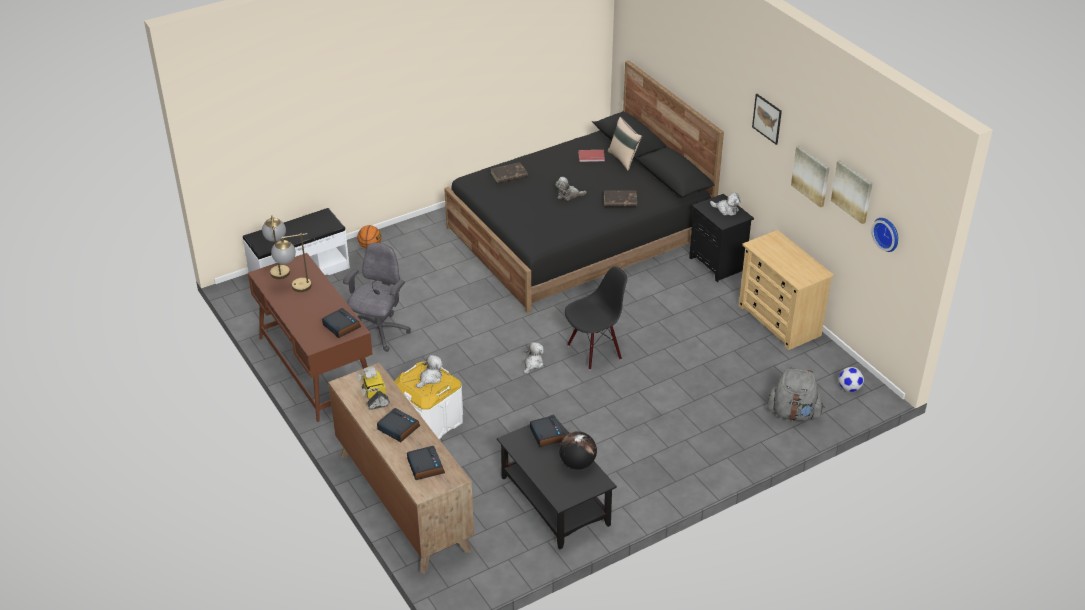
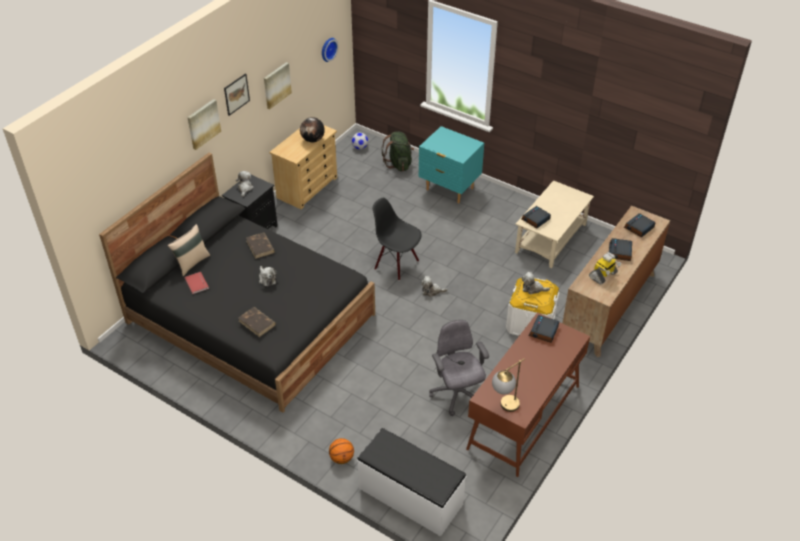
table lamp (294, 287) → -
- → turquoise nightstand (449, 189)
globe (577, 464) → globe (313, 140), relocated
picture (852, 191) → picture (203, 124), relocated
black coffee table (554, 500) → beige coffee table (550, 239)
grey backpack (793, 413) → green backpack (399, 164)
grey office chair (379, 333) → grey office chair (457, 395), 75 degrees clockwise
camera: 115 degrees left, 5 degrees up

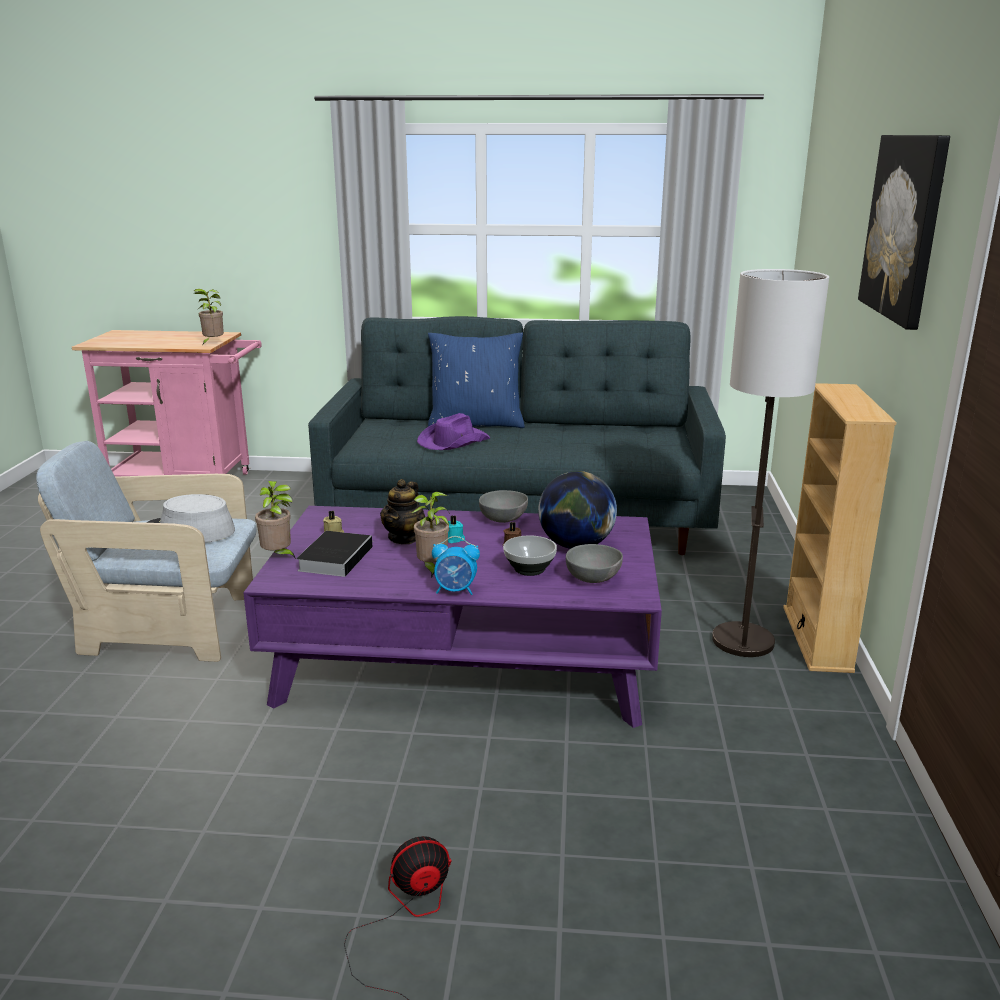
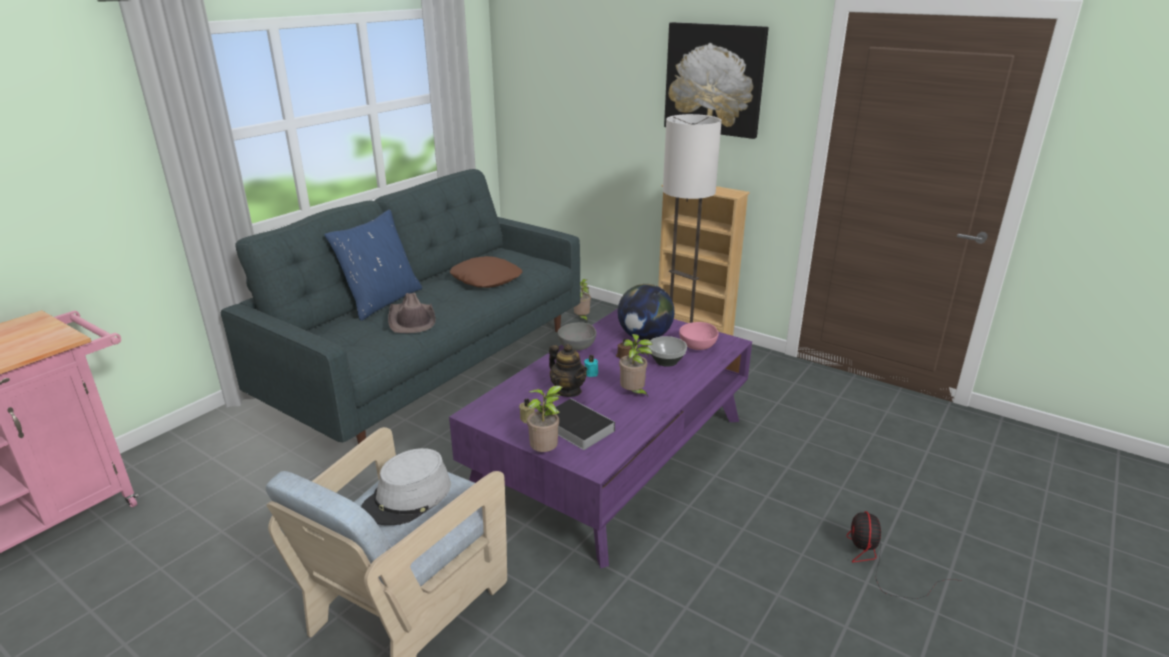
alarm clock (456, 591) → -
- → brown pillow (487, 279)
potted plant (212, 343) → potted plant (582, 318), relocated
purple hat (453, 441) → brown hat (412, 320)
grey bowl (594, 579) → pink bowl (698, 346)
camera: 60 degrees left, 5 degrees up

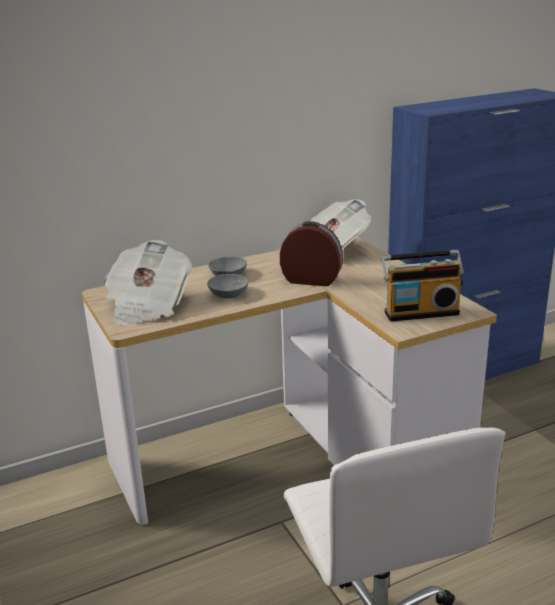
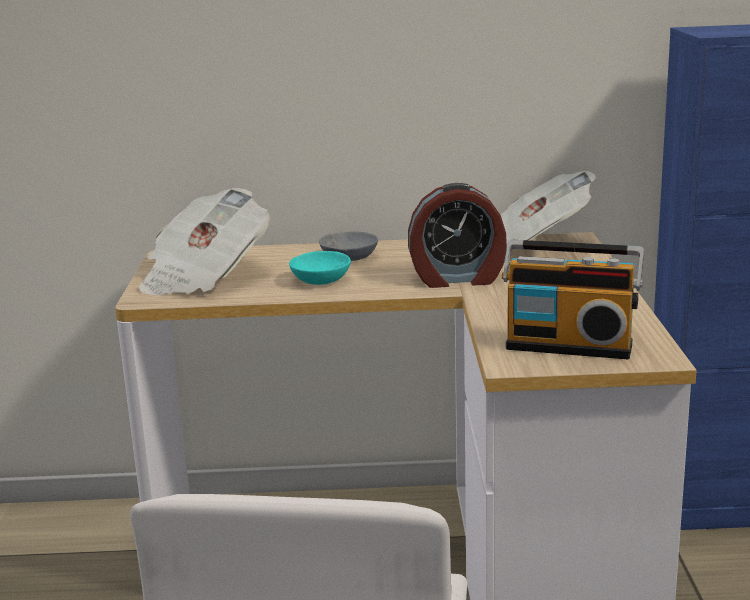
grey bowl (227, 294) → turquoise bowl (318, 279)
alarm clock (312, 279) → alarm clock (457, 279), 135 degrees clockwise
camera: 25 degrees right, 5 degrees down

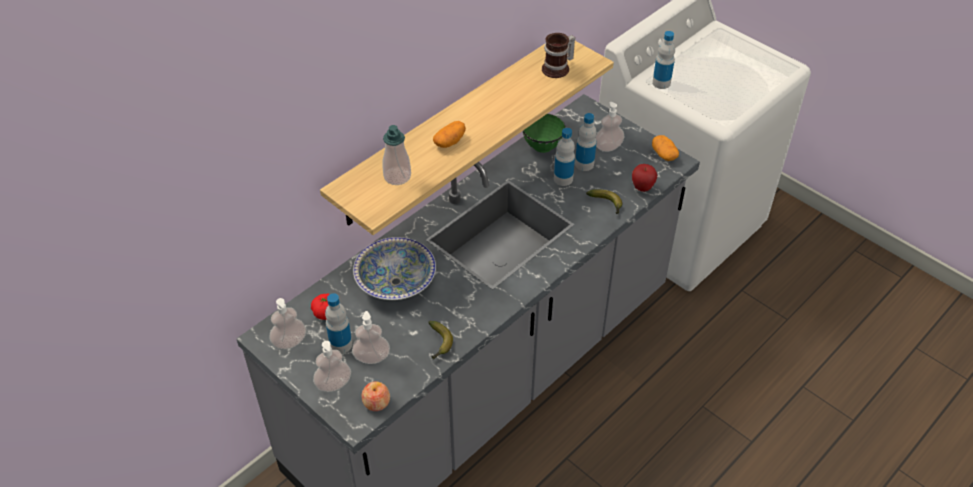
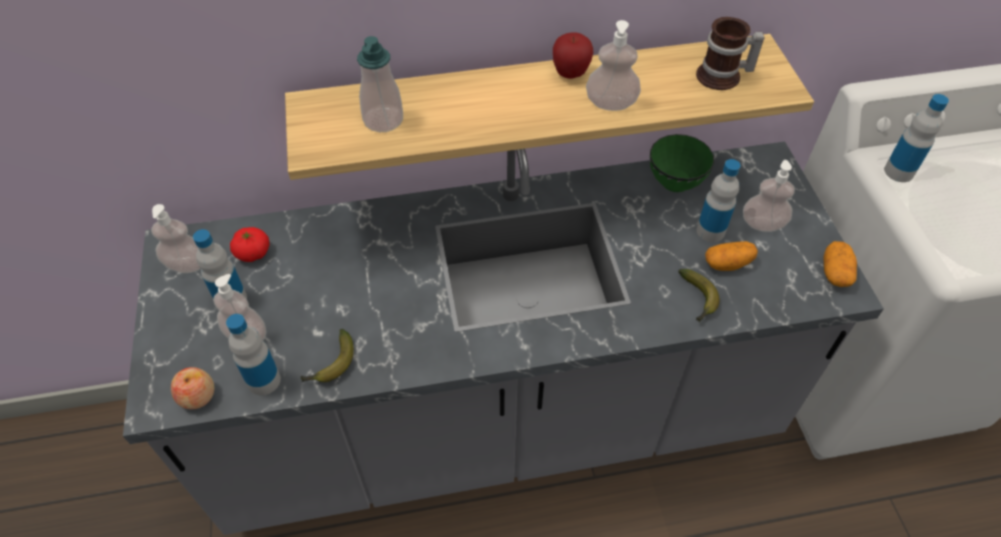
bowl (395, 282) → -
soap dispenser (333, 384) → soap dispenser (610, 103), relocated
potato (450, 141) → potato (728, 263), relocated
bottle (563, 179) → bottle (264, 380), relocated
apple (642, 188) → apple (570, 74), relocated
camera: 35 degrees right, 5 degrees up

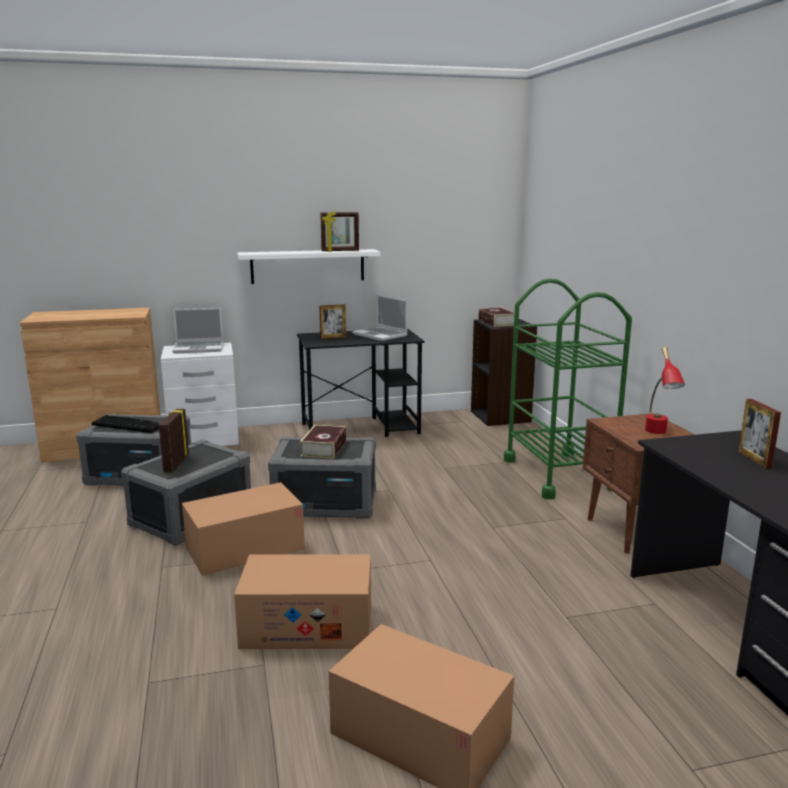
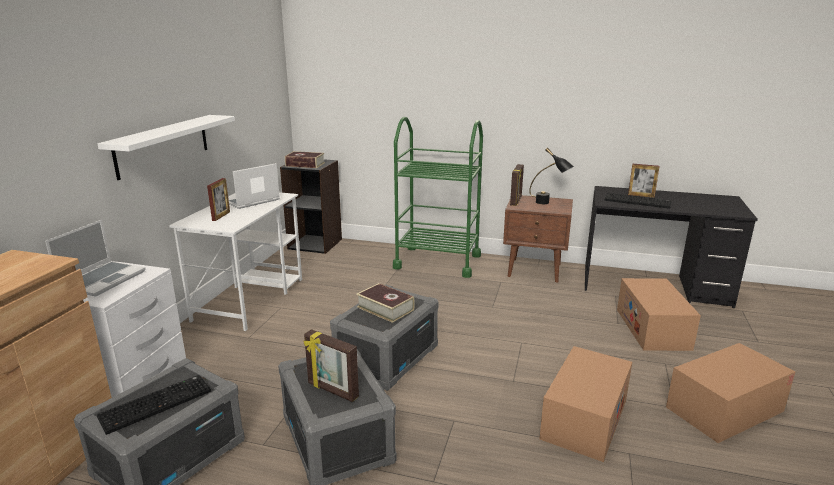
- → keyboard (638, 201)
cardboard box (245, 548) → cardboard box (652, 329), relocated
picture frame (340, 251) → picture frame (516, 201), relocated
black desk (361, 428) → white desk (250, 299)
red table lamp (659, 434) → black table lamp (548, 203)
laptop (381, 335) → laptop (250, 201), 150 degrees clockwise
camera: 60 degrees left, 5 degrees up

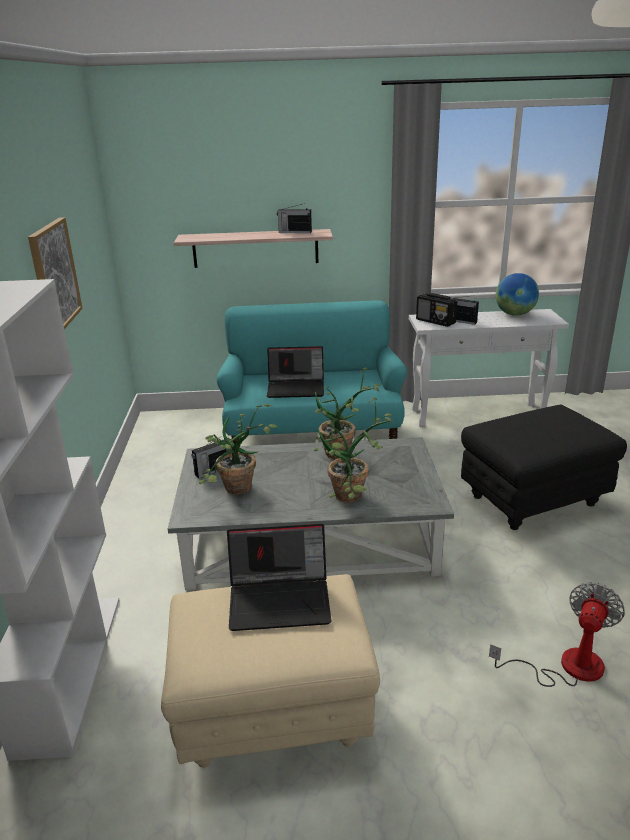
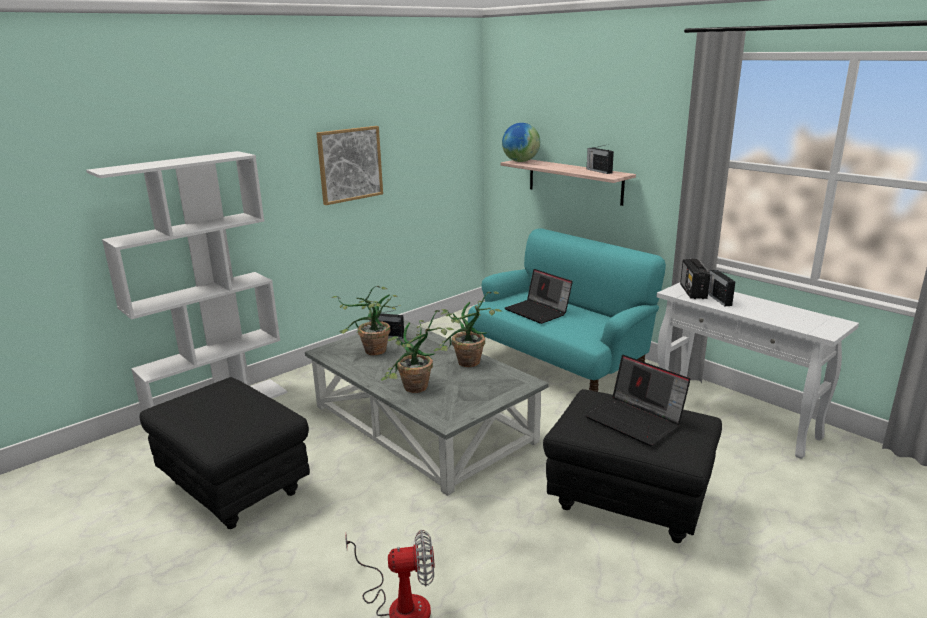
laptop (281, 600) → laptop (636, 420), relocated
globe (514, 314) → globe (520, 161), relocated
beige ottoman (274, 713) → black ottoman (236, 488)
camera: 50 degrees right, 5 degrees down

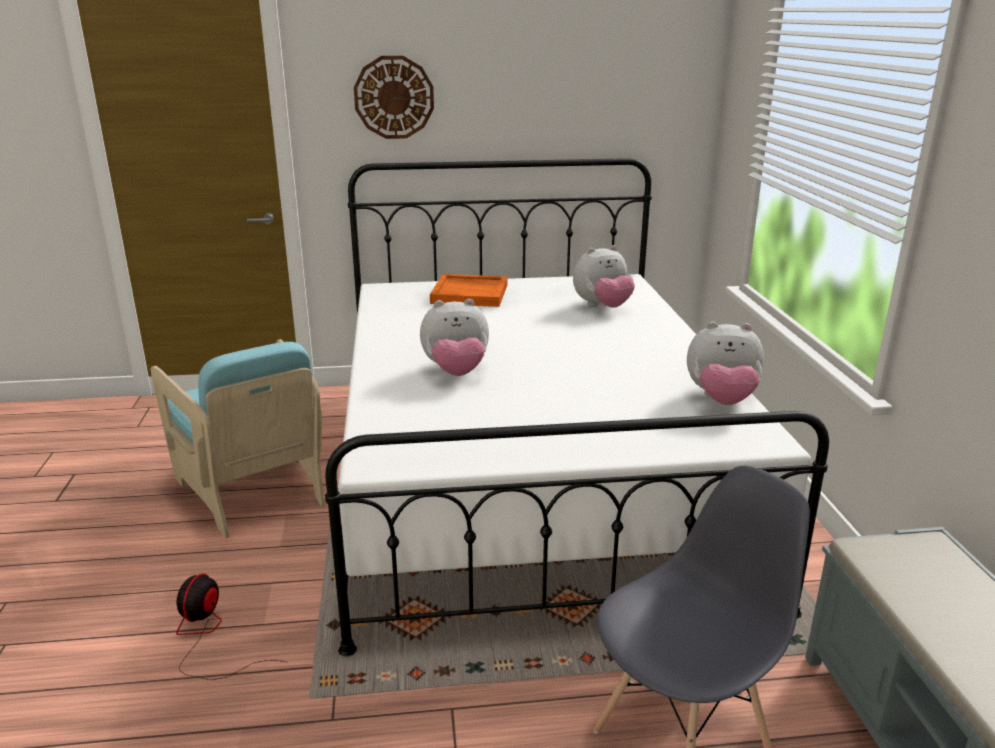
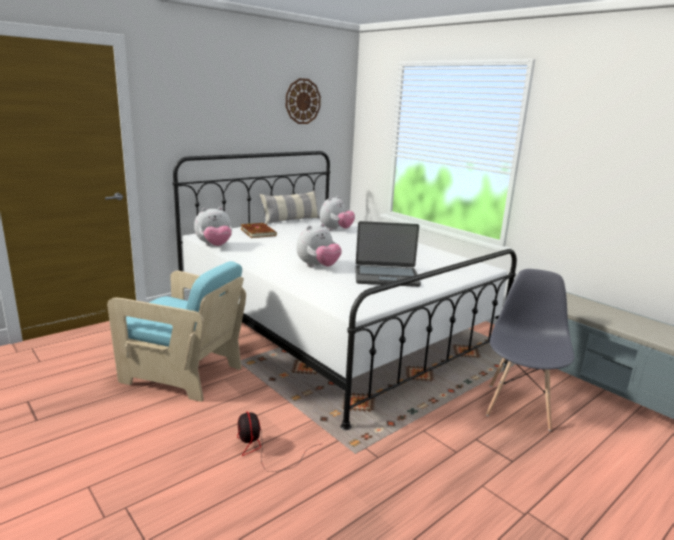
- → pillow (291, 220)
- → laptop (386, 276)
wall clock (394, 97) → wall clock (302, 101), relocated
plush toy (721, 400) → plush toy (214, 246), relocated
orange tray (470, 294) → brown book (258, 232)
camera: 35 degrees left, 5 degrees down

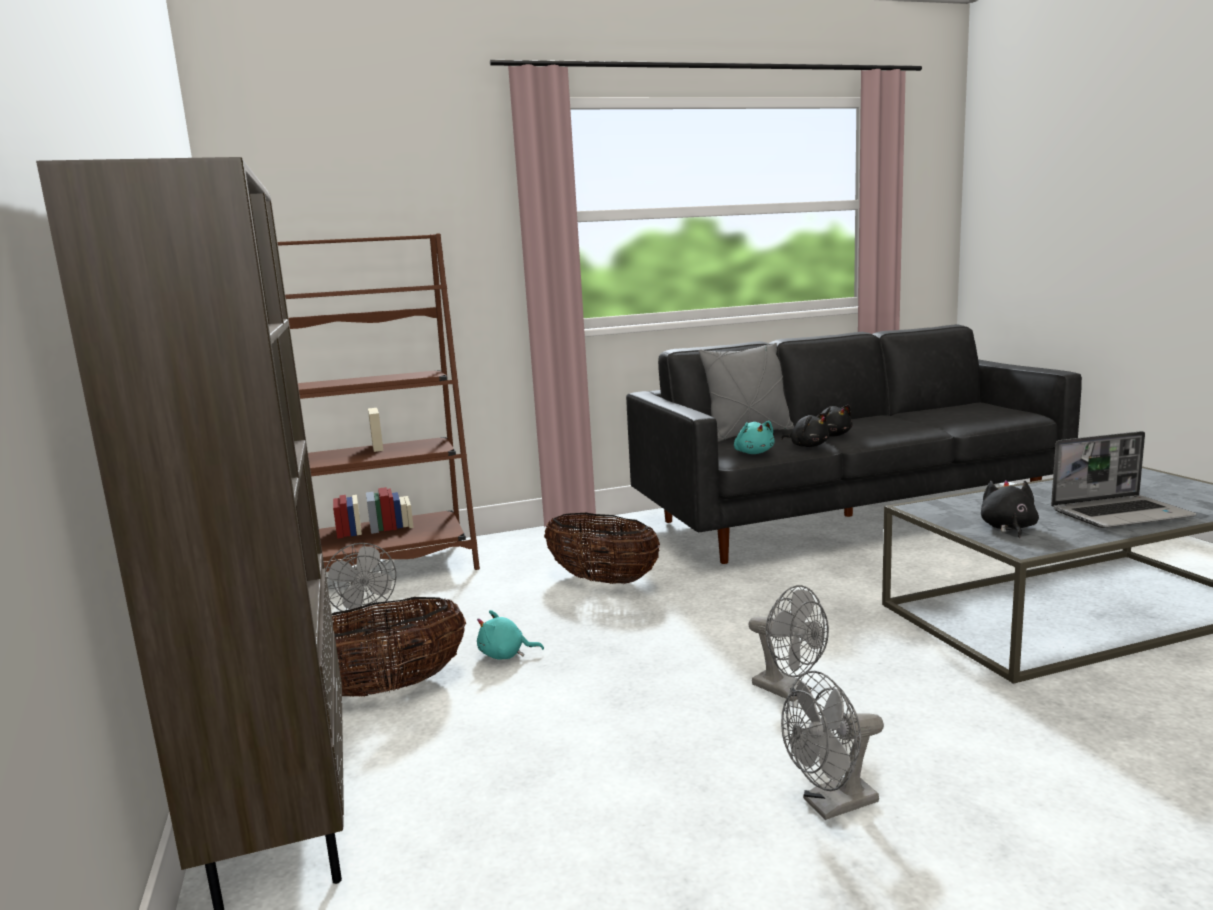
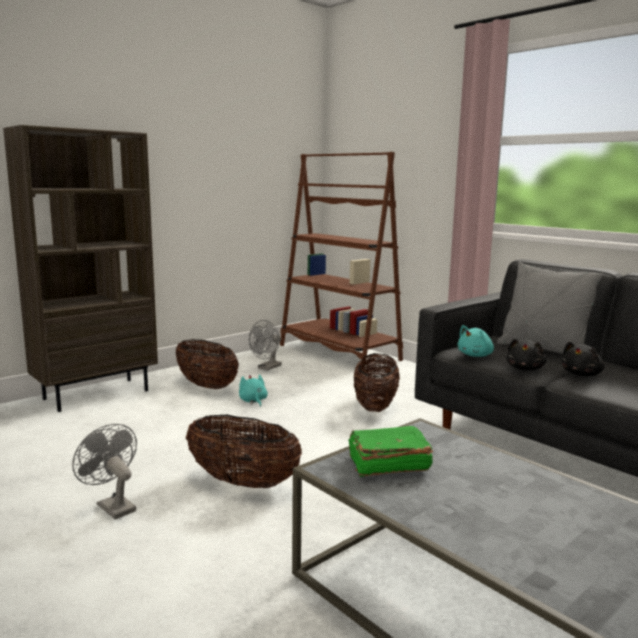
laptop (1121, 514) → -
grey fan (789, 691) → basket (243, 482)
black plush toy (1008, 528) → green book (387, 464)
camera: 65 degrees right, 0 degrees up

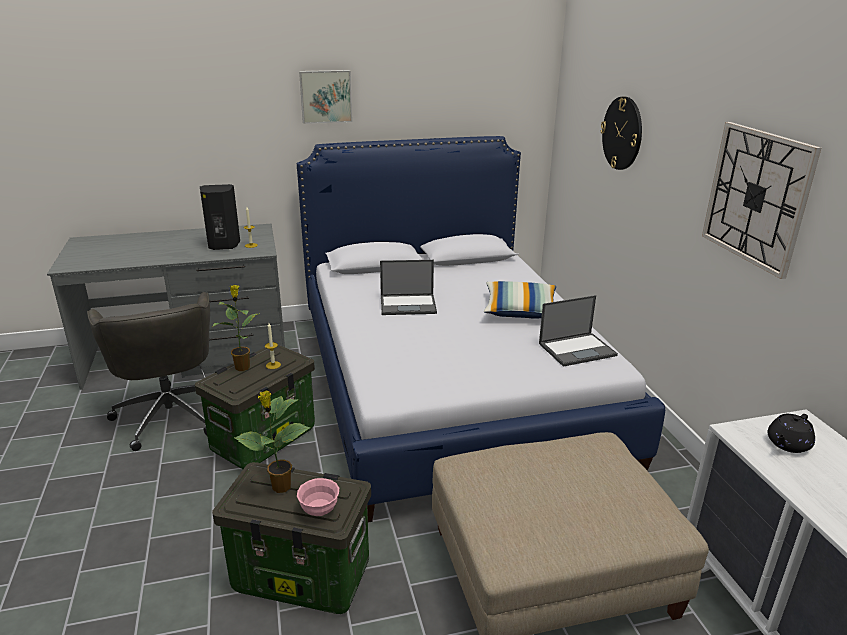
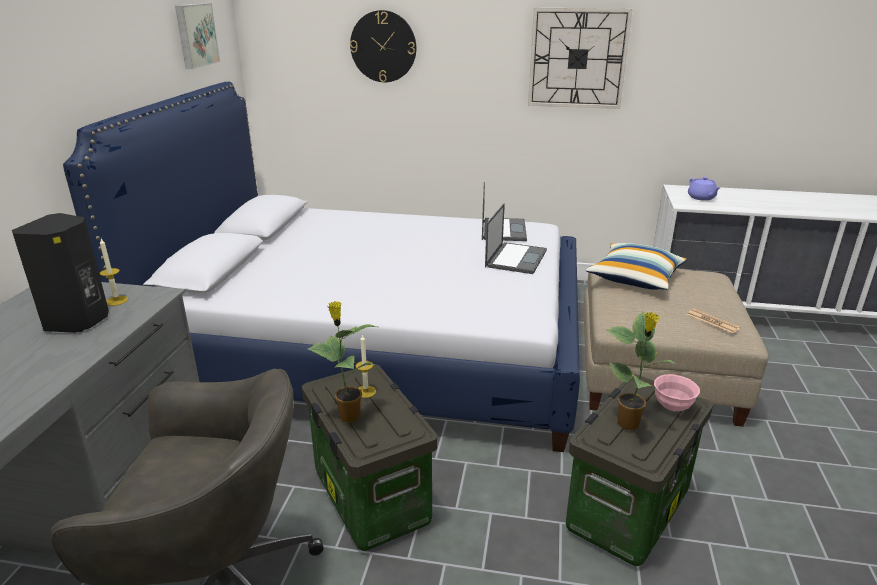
- → newspaper (712, 321)
picture (325, 96) → picture (195, 35), relocated
laptop (409, 305) → laptop (516, 258), relocated
pillow (520, 310) → pillow (635, 278), relocated
black teapot (787, 444) → purple teapot (701, 198)
camera: 65 degrees left, 0 degrees up

